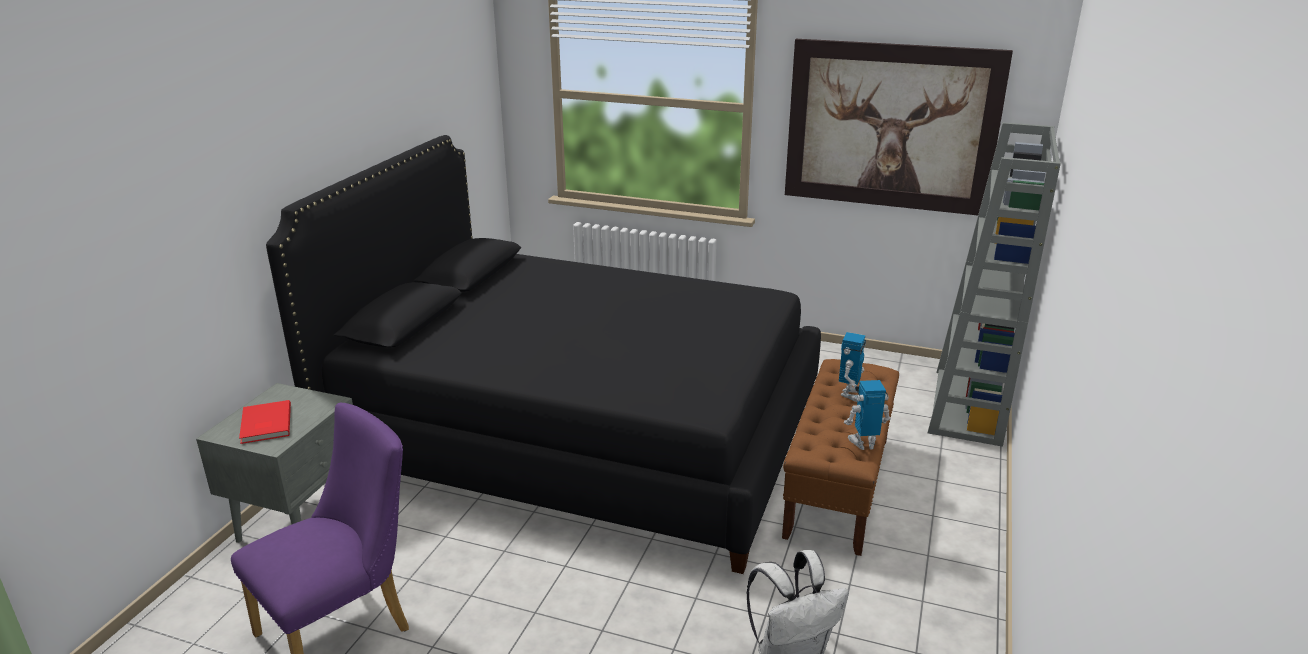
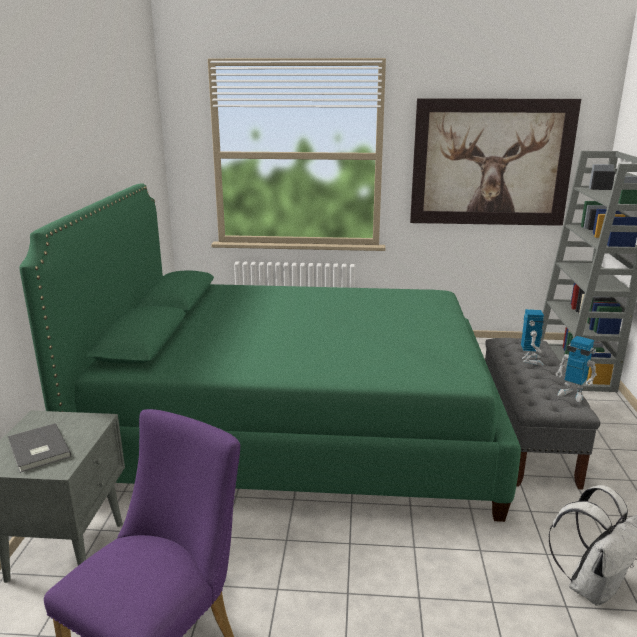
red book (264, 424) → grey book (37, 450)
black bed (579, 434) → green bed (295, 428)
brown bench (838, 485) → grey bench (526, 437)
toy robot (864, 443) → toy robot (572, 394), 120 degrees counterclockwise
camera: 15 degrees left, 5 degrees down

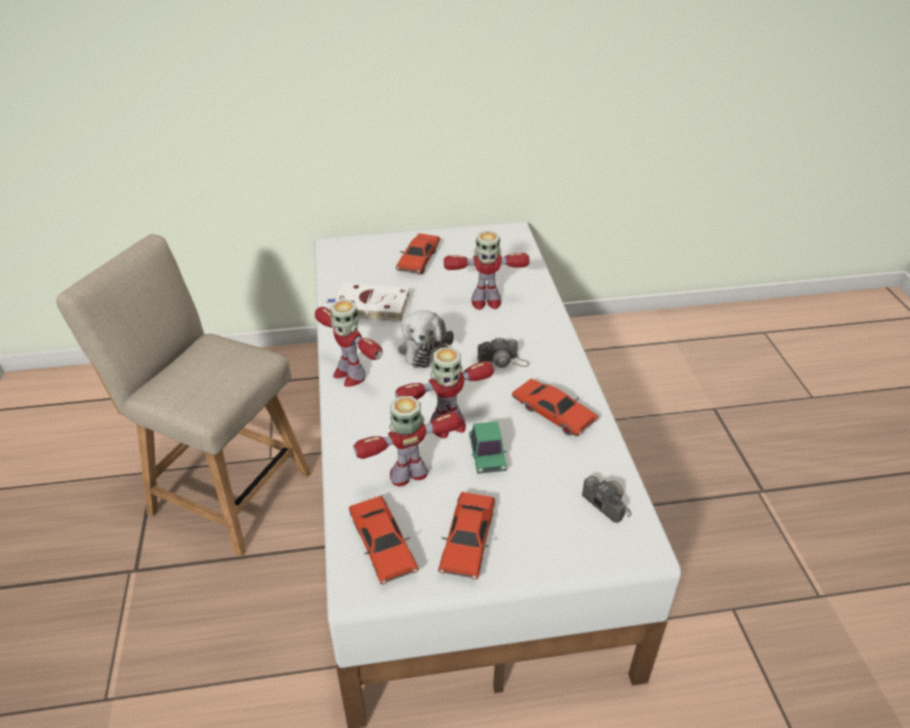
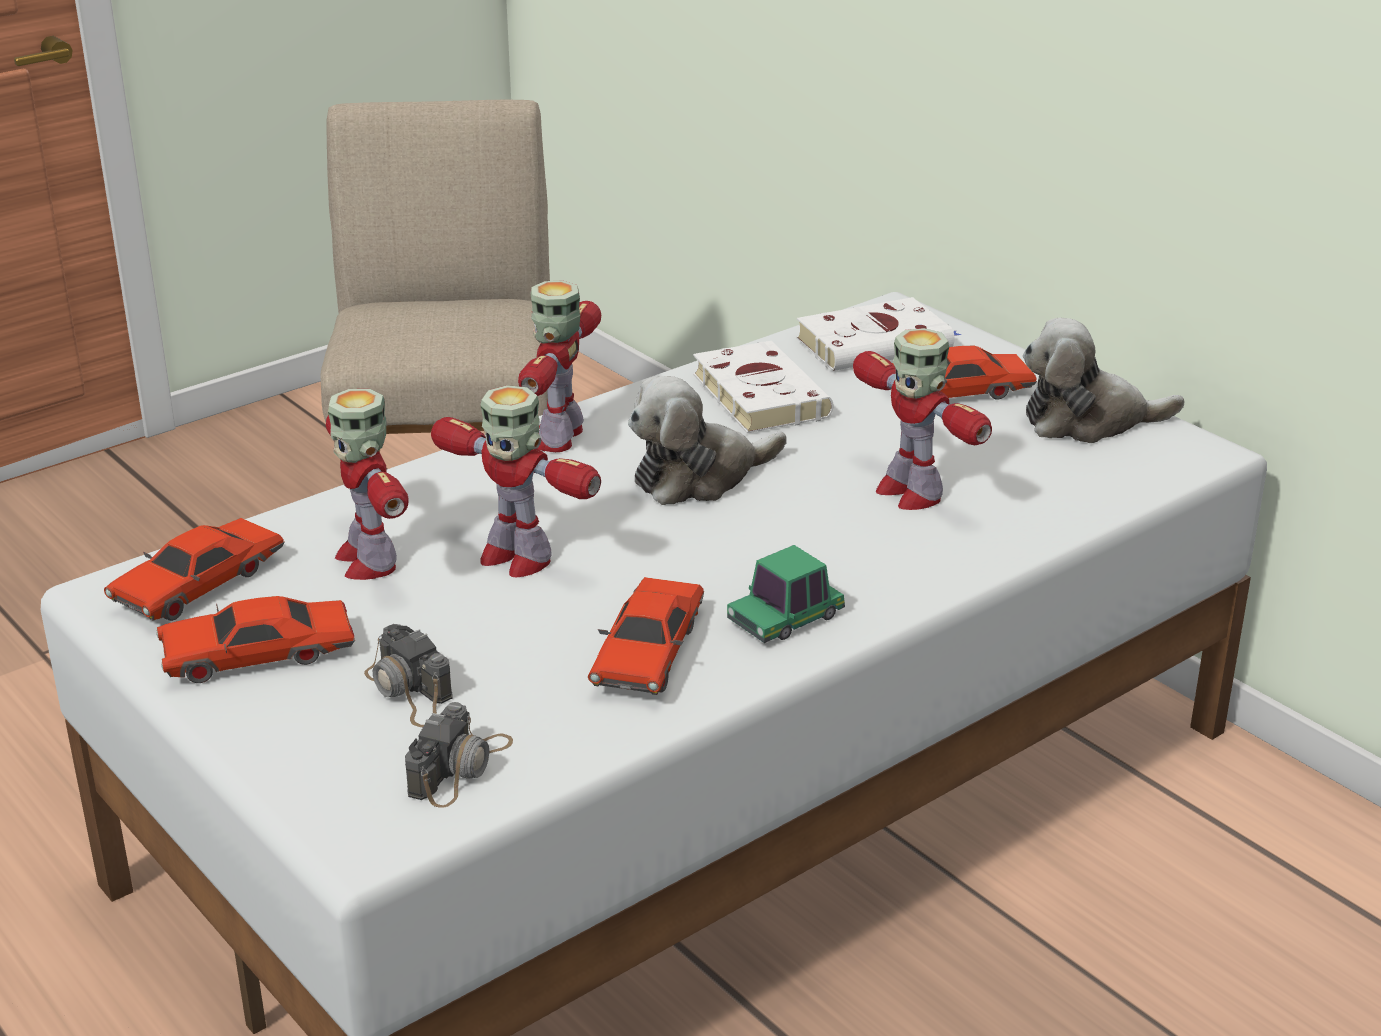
- → white book (877, 344)
- → plush toy (1088, 421)
toy car (487, 455) → toy car (786, 619), relocated
photo camera (502, 361) → photo camera (409, 691), relocated
toy robot (409, 474) → toy robot (368, 560), 150 degrees counterclockwise
camera: 60 degrees right, 10 degrees down

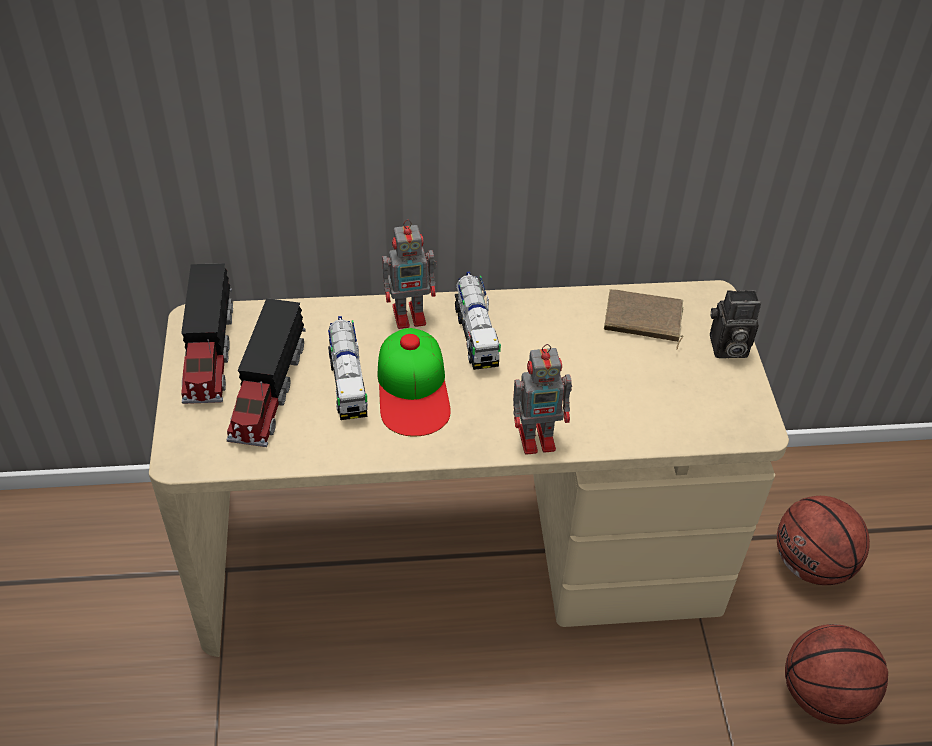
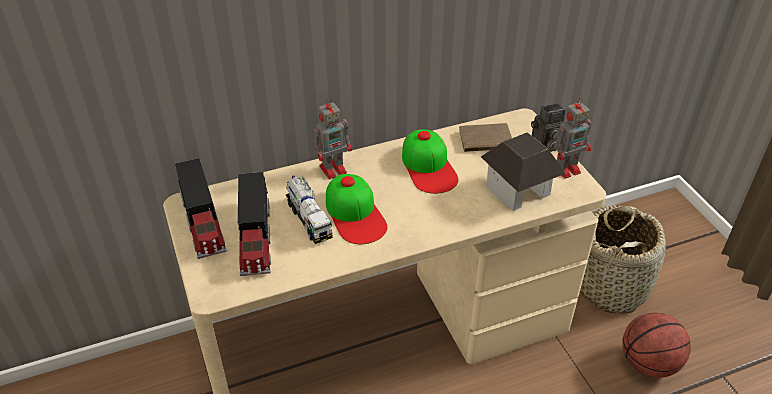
toy truck (476, 335) → -
- → cap (429, 167)
- → toy house (518, 190)
toy robot (539, 438) → toy robot (567, 168), relocated
basketball (812, 564) → basket (610, 285)
camera: 15 degrees left, 5 degrees down

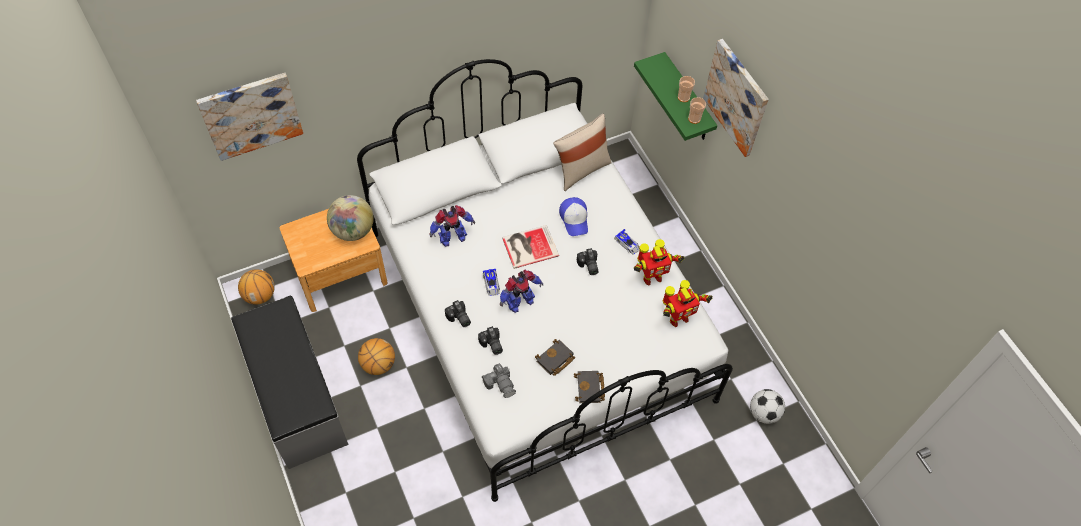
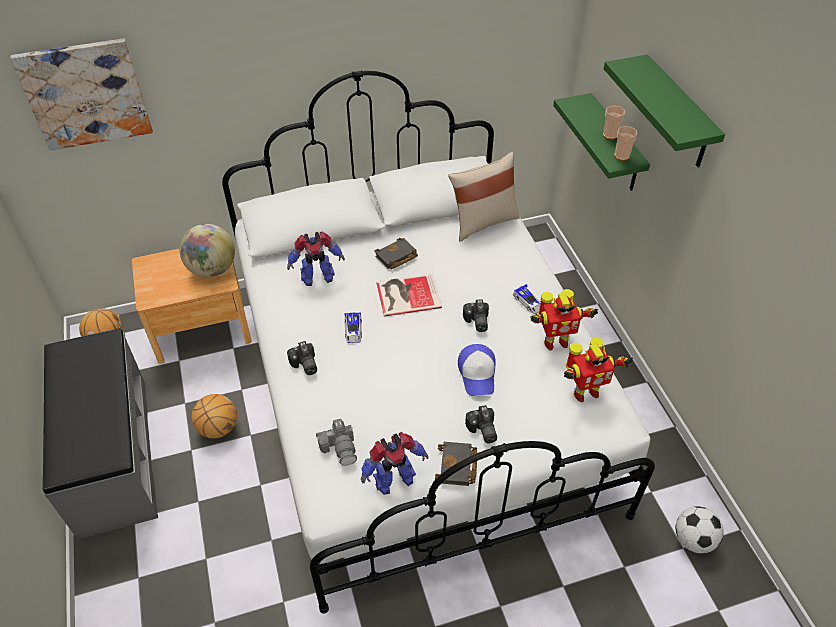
photo camera (491, 345) → photo camera (482, 431), relocated
toy robot (519, 302) → toy robot (393, 480), relocated
black book (555, 360) → black book (396, 257), relocated
cap (574, 219) → cap (477, 374), relocated
picture (737, 97) → green shelf (677, 114)
camera: 10 degrees right, 10 degrees down

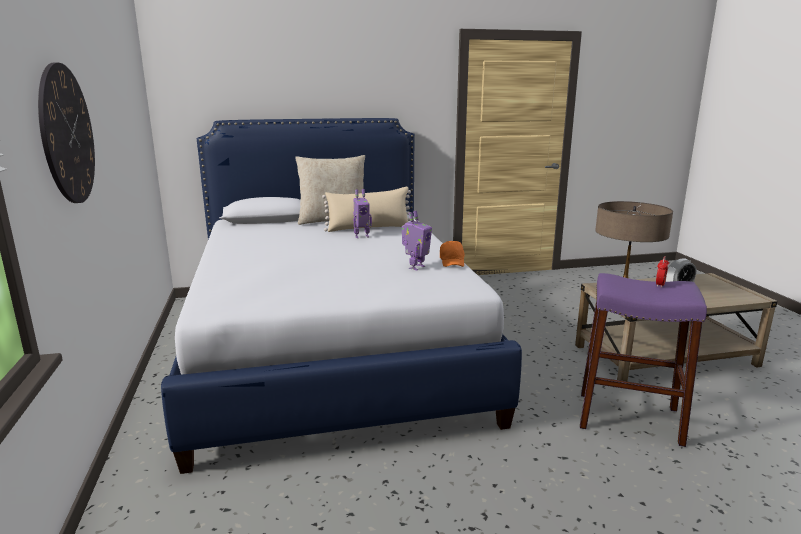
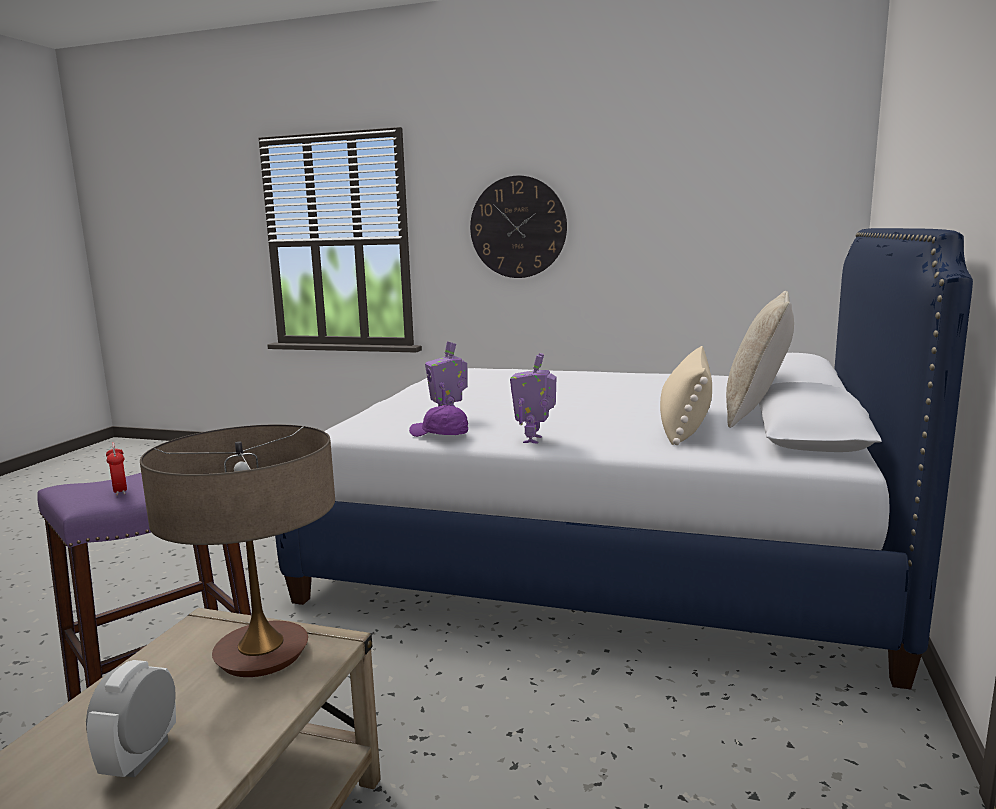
toy robot (361, 236) → toy robot (534, 440), relocated
orange cap (452, 262) → purple cap (439, 435)
camera: 120 degrees right, 5 degrees down

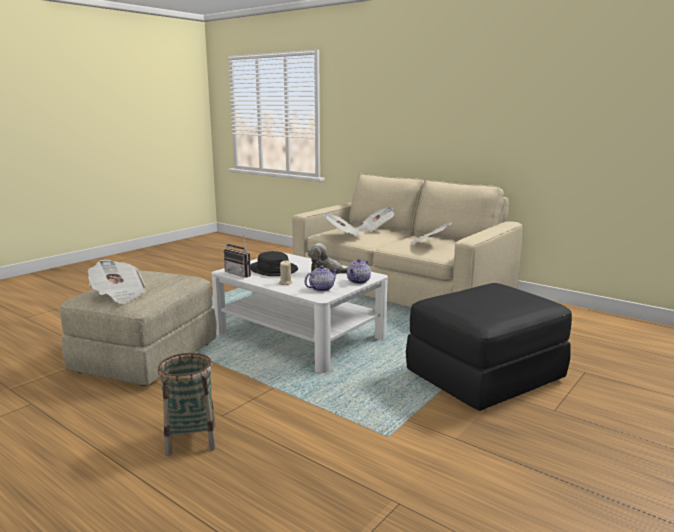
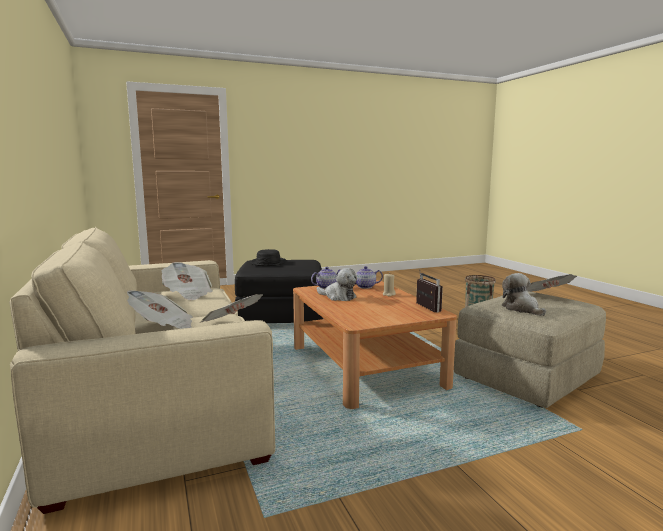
- → plush toy (521, 309)
black hat (273, 269) → black hat (268, 262), relocated
white coffee table (300, 335) → brown coffee table (365, 365)
camera: 150 degrees left, 5 degrees down

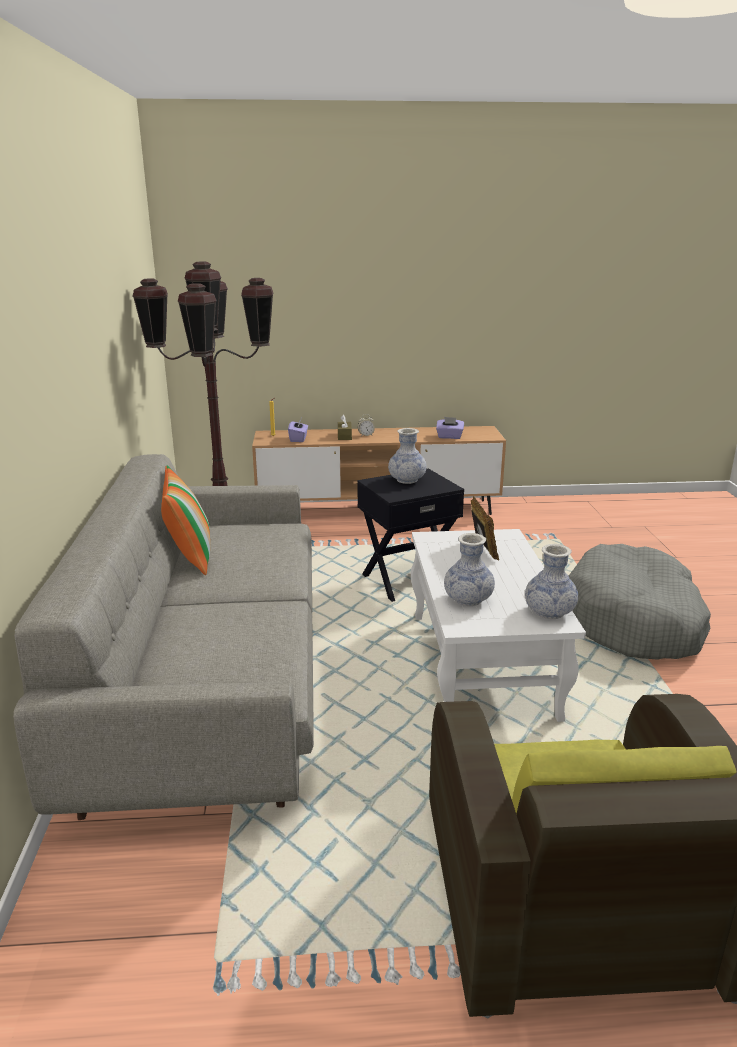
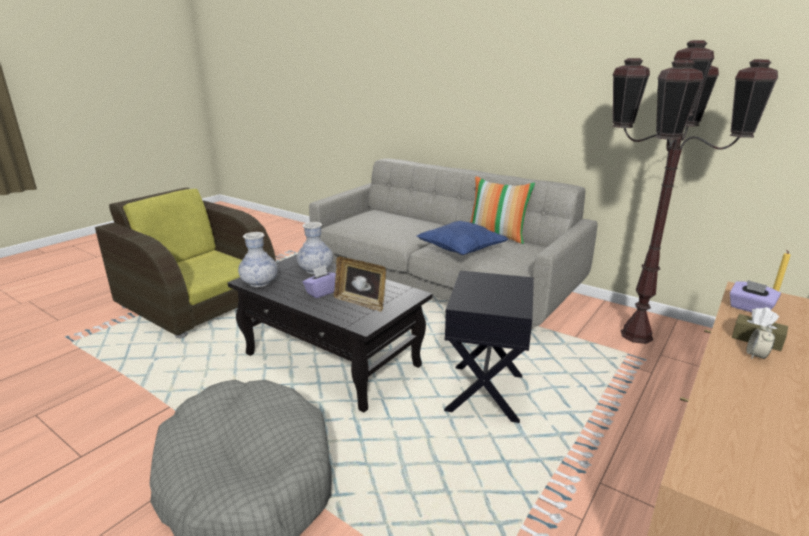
vase (407, 480) → -
- → blue pillow (461, 252)
purple tissue box (449, 437) → purple tissue box (322, 292), relocated
white coffee table (480, 663) → black coffee table (333, 360)
camera: 130 degrees right, 0 degrees up

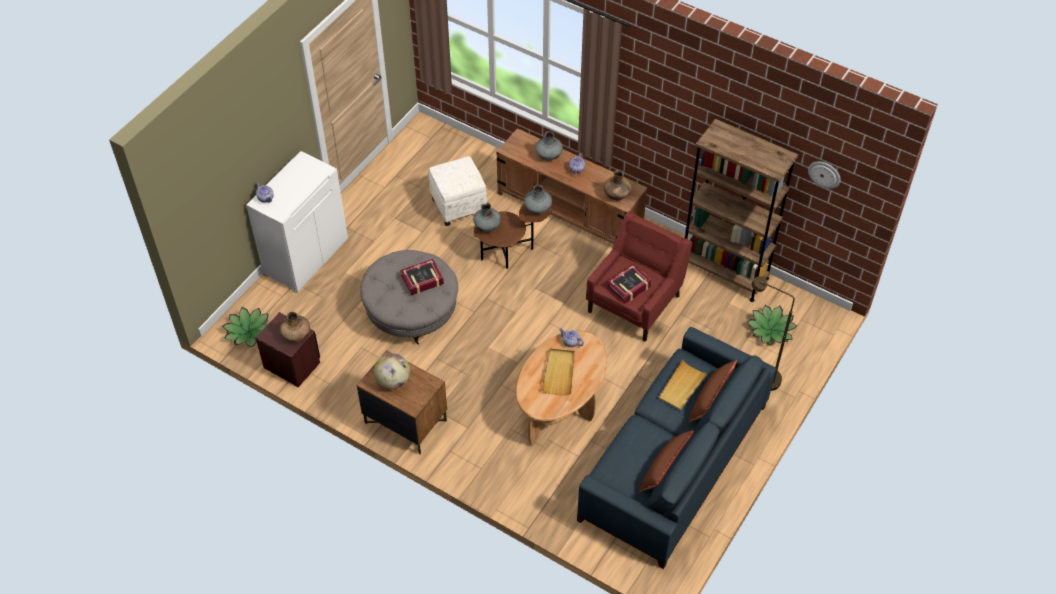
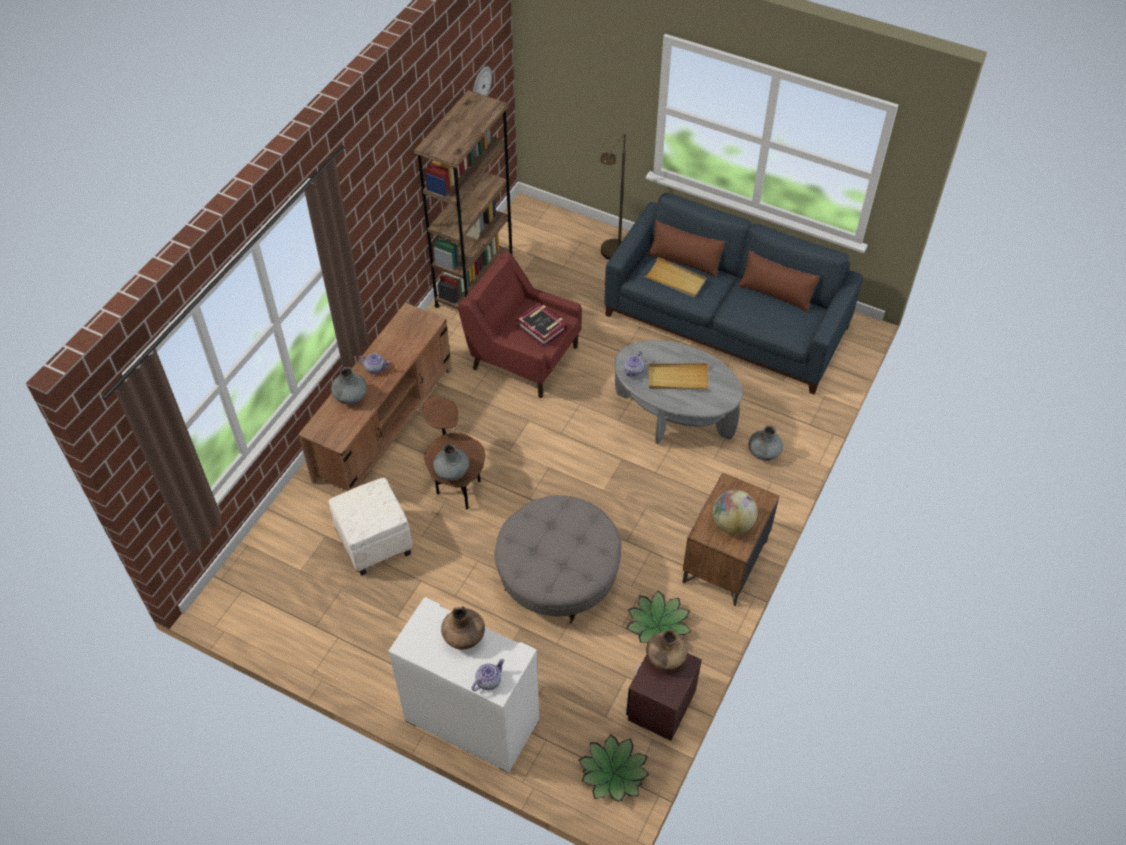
book (422, 280) → -
grey vase (537, 209) → grey vase (763, 453), relocated
brown vase (616, 195) → brown vase (464, 637), relocated
potted plant (770, 329) → potted plant (658, 626), relocated
brown coffee table (560, 404) → grey coffee table (673, 416)
camera: 95 degrees left, 0 degrees up

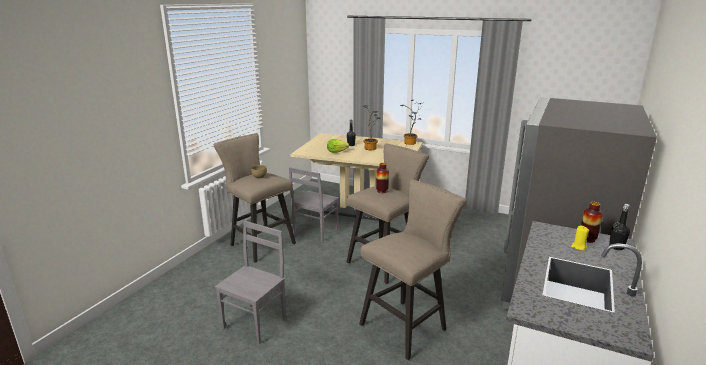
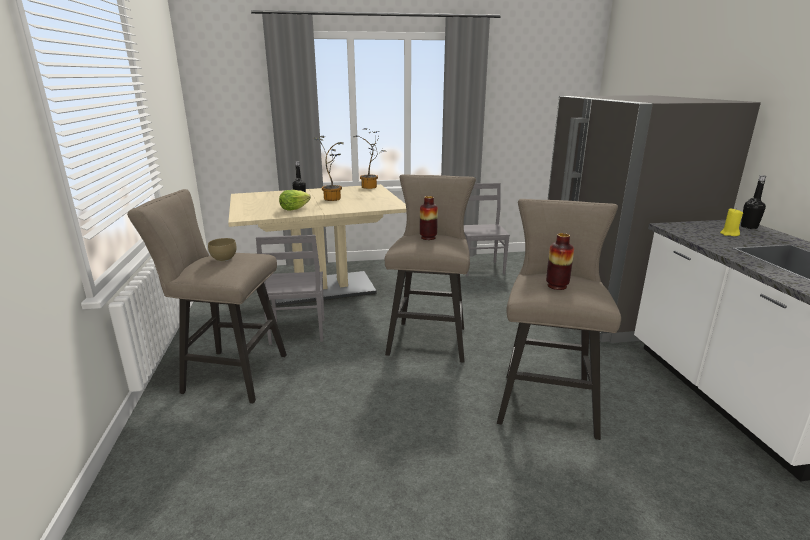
grey chair (255, 323) → grey chair (481, 268), relocated
vase (587, 239) → vase (557, 286), relocated
camera: 35 degrees left, 0 degrees up

